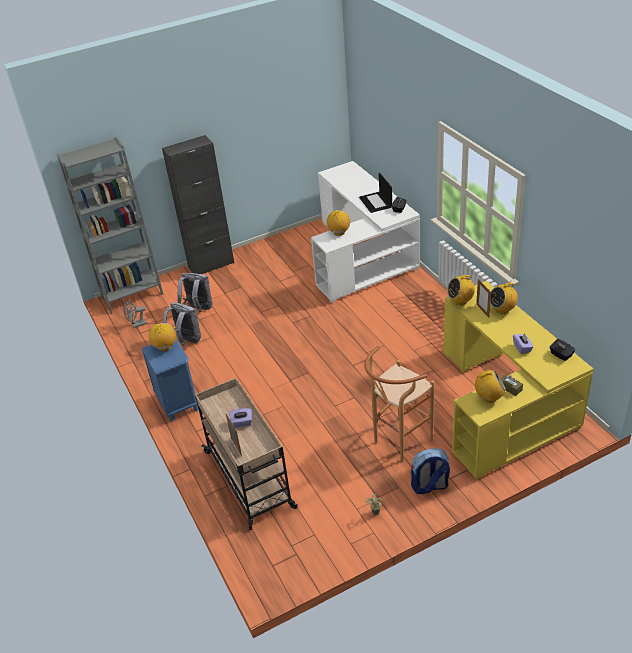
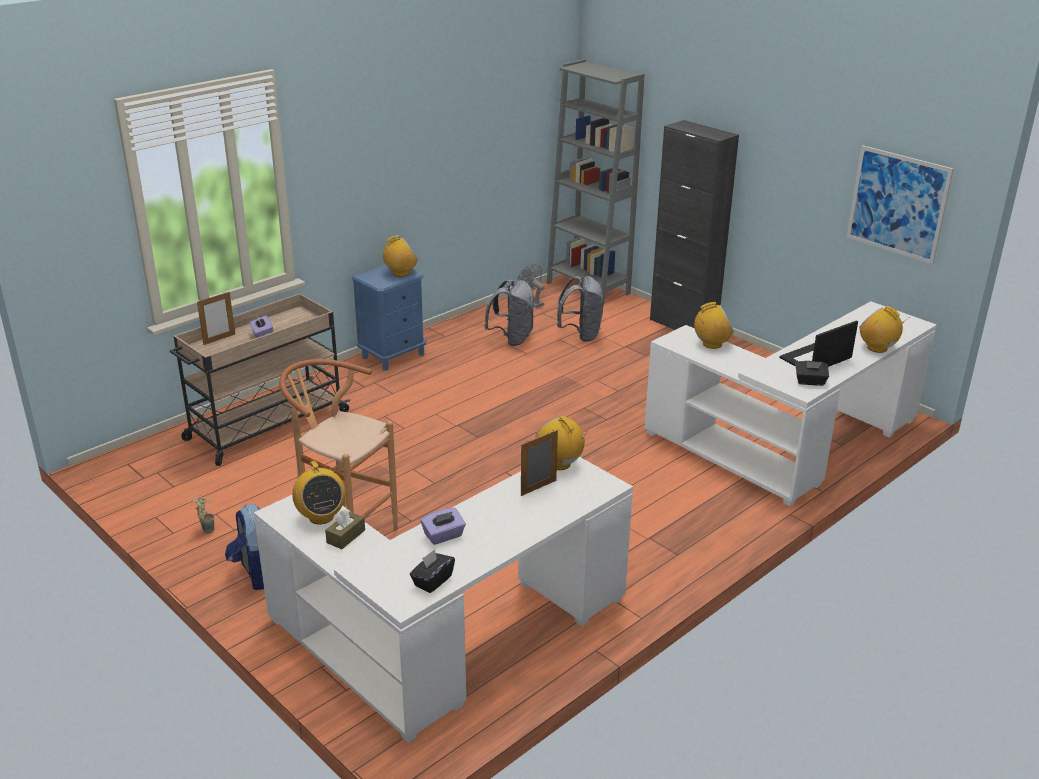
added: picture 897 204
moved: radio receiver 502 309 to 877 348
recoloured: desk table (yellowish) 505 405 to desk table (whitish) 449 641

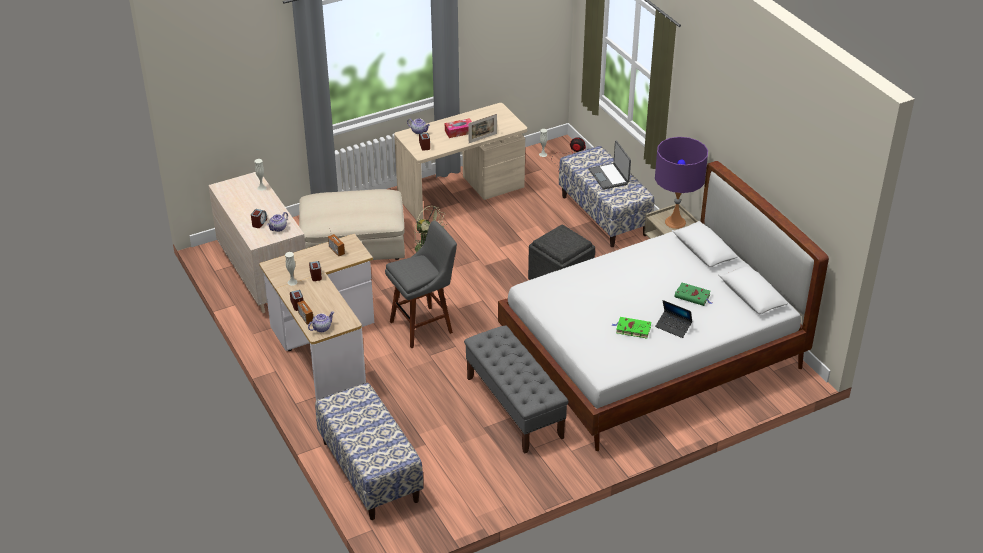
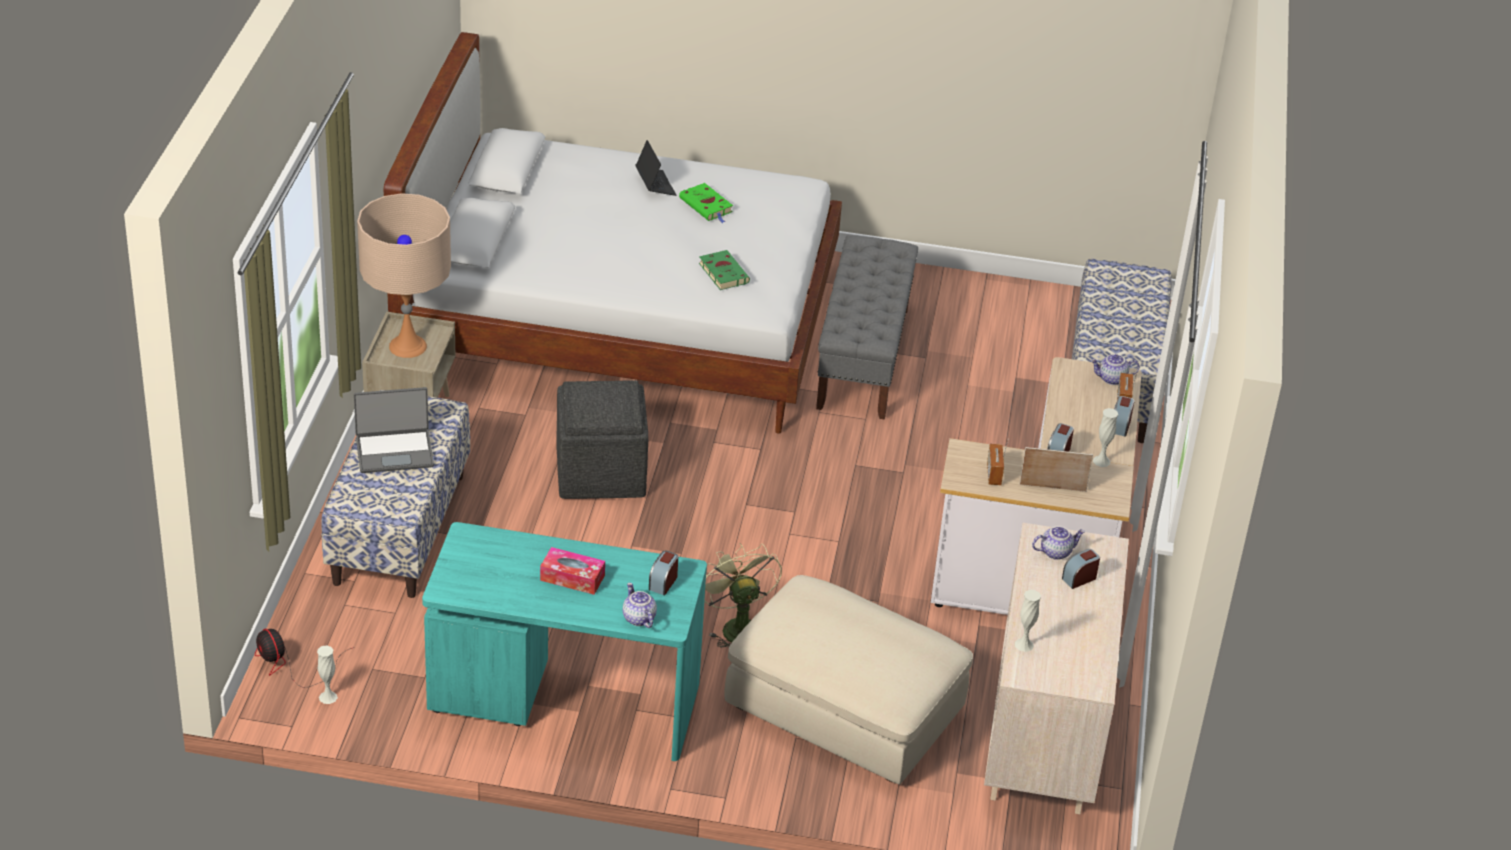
removed: sitting stool (greyish) 424 326
moved: standing frame 482 138 to 1052 487; book (green) 693 296 to 722 272
recoloured: desk table (beige) 461 193 to desk table (turquoise) 564 700; tabletop lamp (purplish) 675 222 to tabletop lamp (beige) 407 346
turned: notebook computer 609 177 = 394 451 60 degrees clockwise

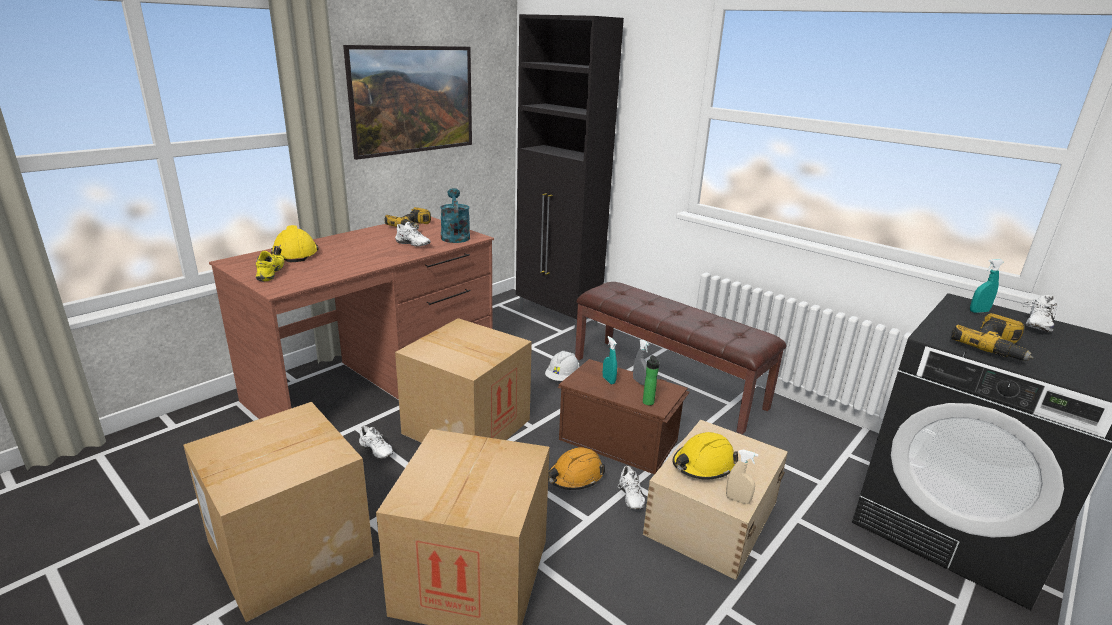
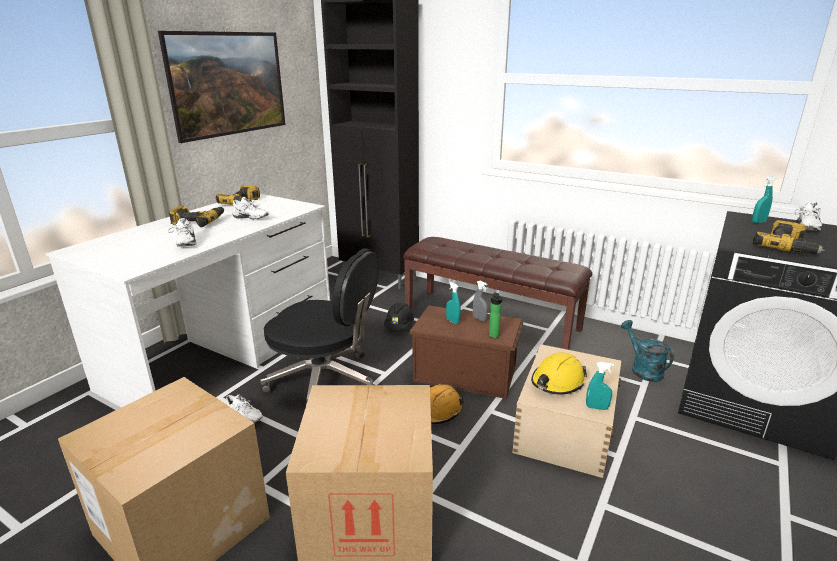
removed: shoe (yellowish) 273 273; hard hat (yellowish) 295 253
added: drill 198 222
moved: watering can (turquoise) 455 236 to 642 369; shoe (whitish) 629 497 to 184 243
replaced: carton 467 426 to desk chair (blackish) 325 382
recoloured: desk table (brown-coloured) 376 380 to desk table (whitish) 226 351; hard hat (whitish) 562 377 to hard hat (blackish) 399 326; hand sprayer (beige) 737 500 to hand sprayer (turquoise) 597 407

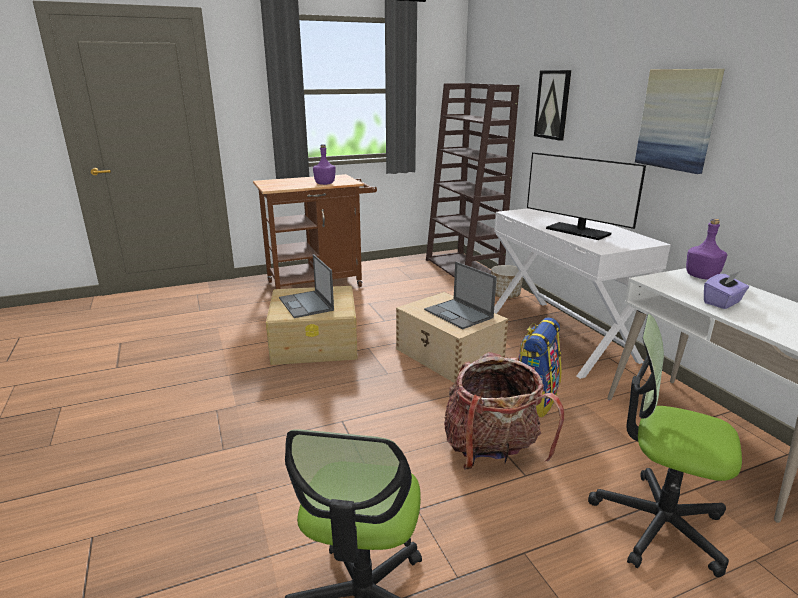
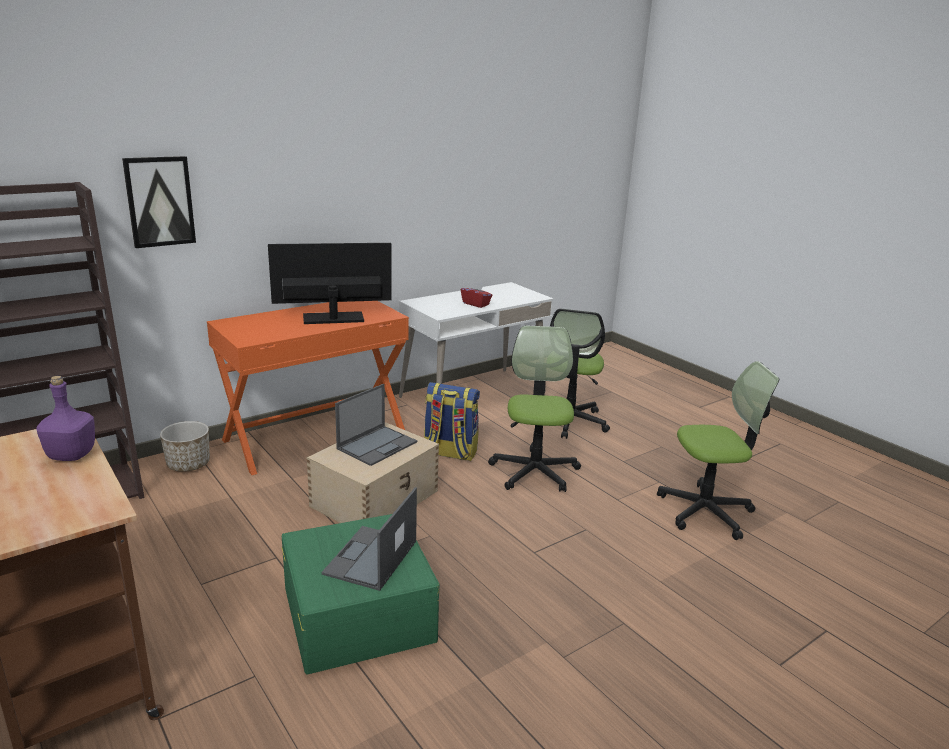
removed: picture 677 119; beverage bottle (purplish) 701 276
replaced: backpack 491 452 to desk chair 534 472
recoloured: storage container (beige) 315 342 to storage container (green) 358 612; desk table (whitish) 560 335 to desk table (orangey) 315 435; tissue box (purplish) 722 302 to tissue box (reddish) 476 304
turned: notebook computer 306 304 = 370 558 150 degrees clockwise; computer display 578 231 = 333 318 135 degrees counterclockwise

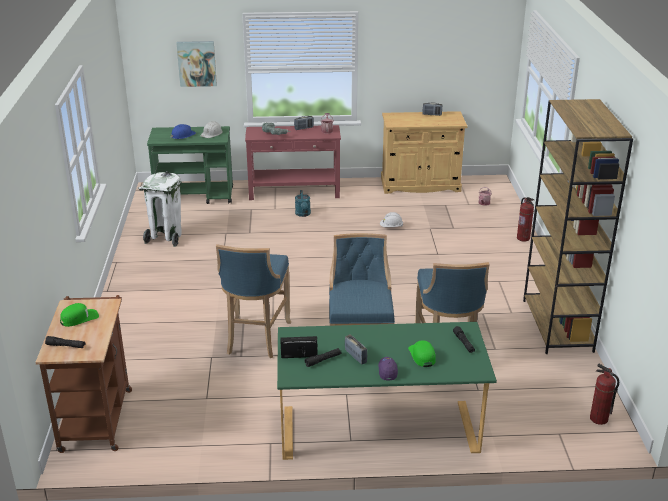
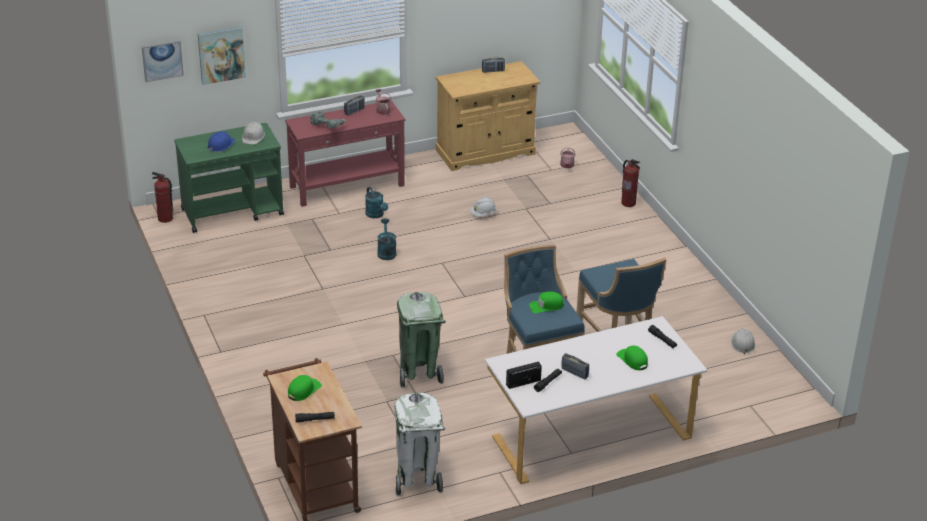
removed: baseball cap (purplish) 387 371; bookcase (brown-coloured) 558 326
added: picture 162 60; watering can (turquoise) 386 252; baseball cap (green) 546 306; hard hat (whitish) 742 343
moved: rubbish bin (whitish) 165 237 to 417 479; fire extinguisher 598 419 to 165 219
replaced: sitting stool (bluish) 255 339 to rubbish bin (green) 419 373
recoloured: desk table (green) 379 426 to desk table (whitish) 589 434

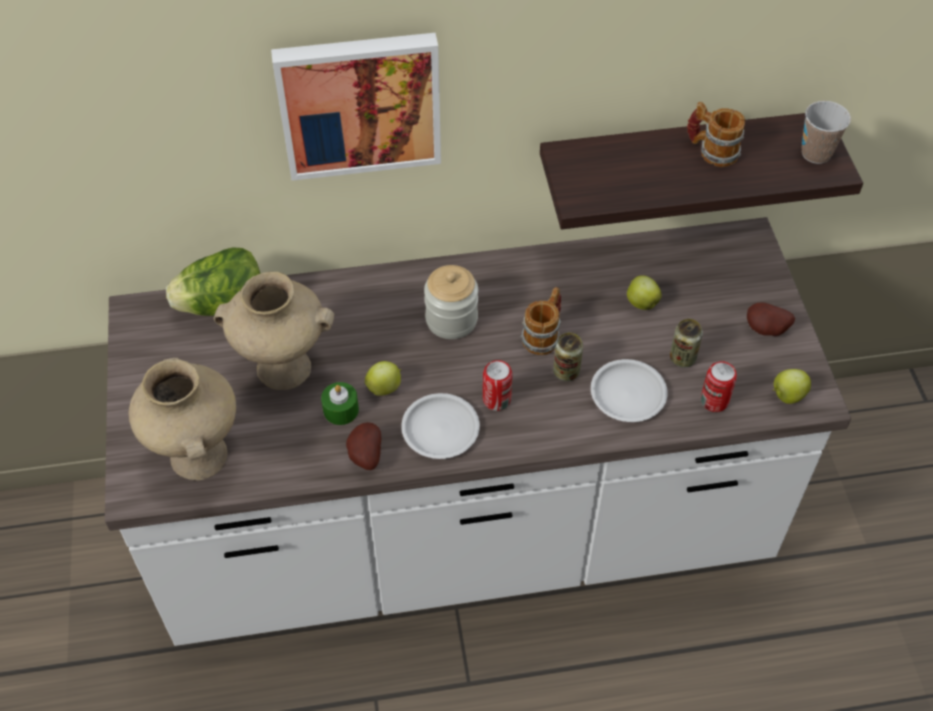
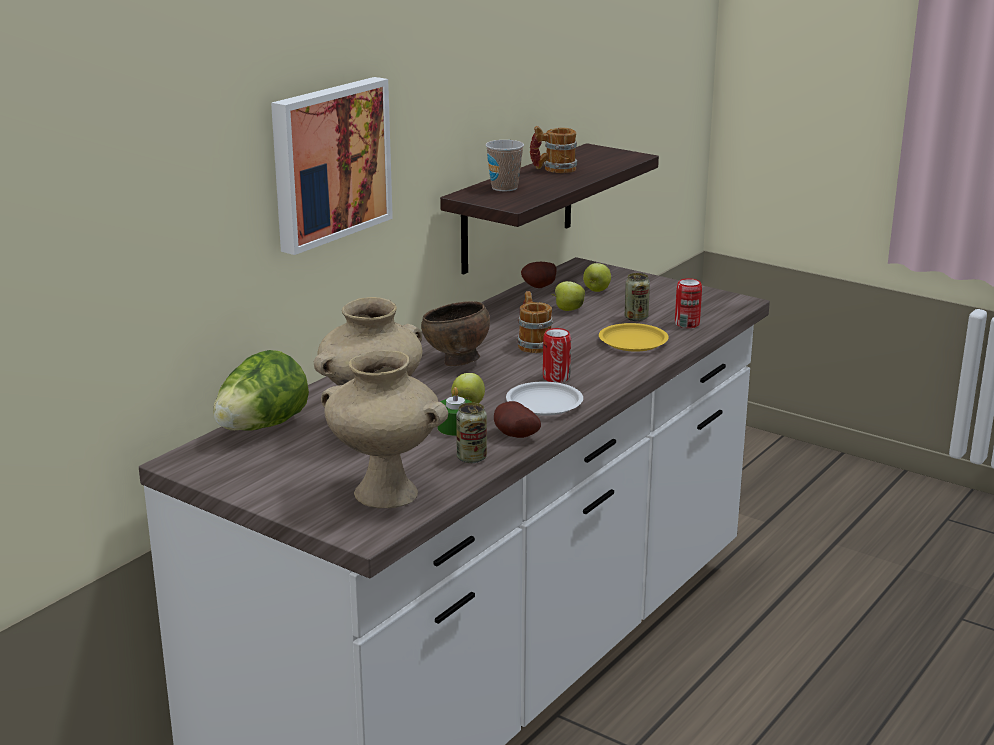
moved: can 566 371 to 471 458; spud 766 331 to 540 287; whole apple 787 395 to 596 290; small cup 816 153 to 504 188
replaced: preserve jar 451 319 to serving bowl (brown-coloured) 456 363
recoloured: dinner plate (whitish) 627 394 to dinner plate (yellowish) 632 342

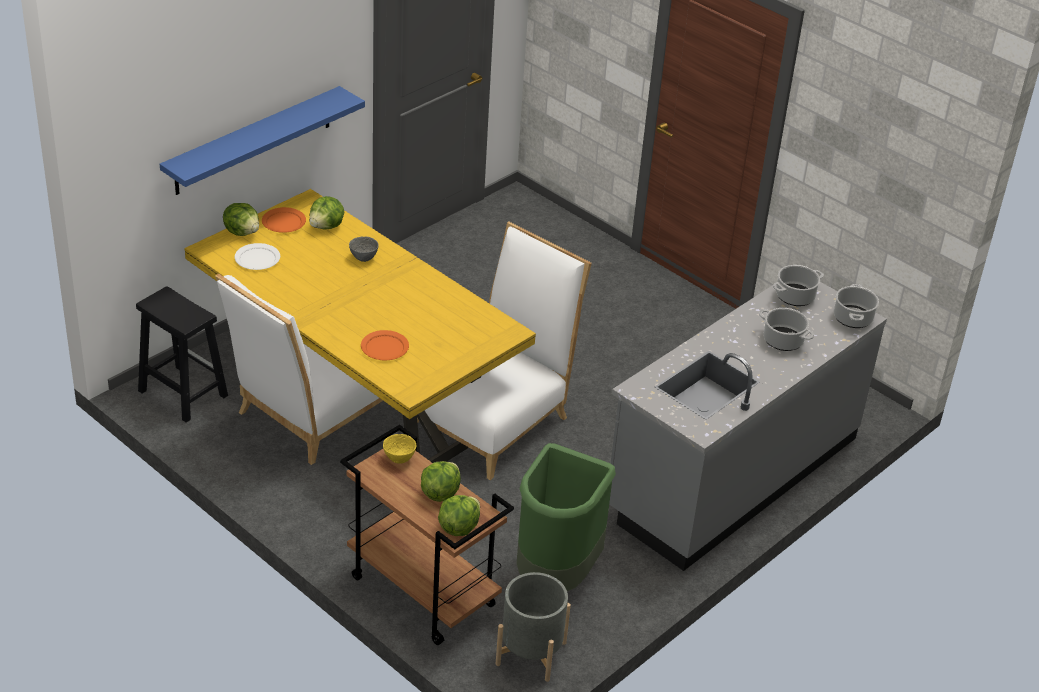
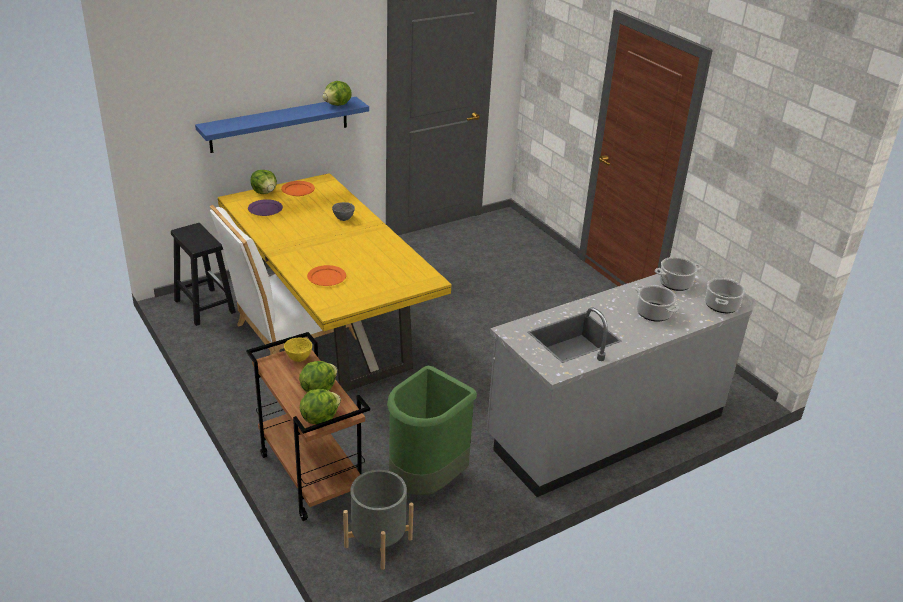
removed: plain chair (whitish) 495 419
moved: lettuce 326 226 to 338 105
recoloured: dinner plate (whitish) 257 259 to dinner plate (purplish) 265 209

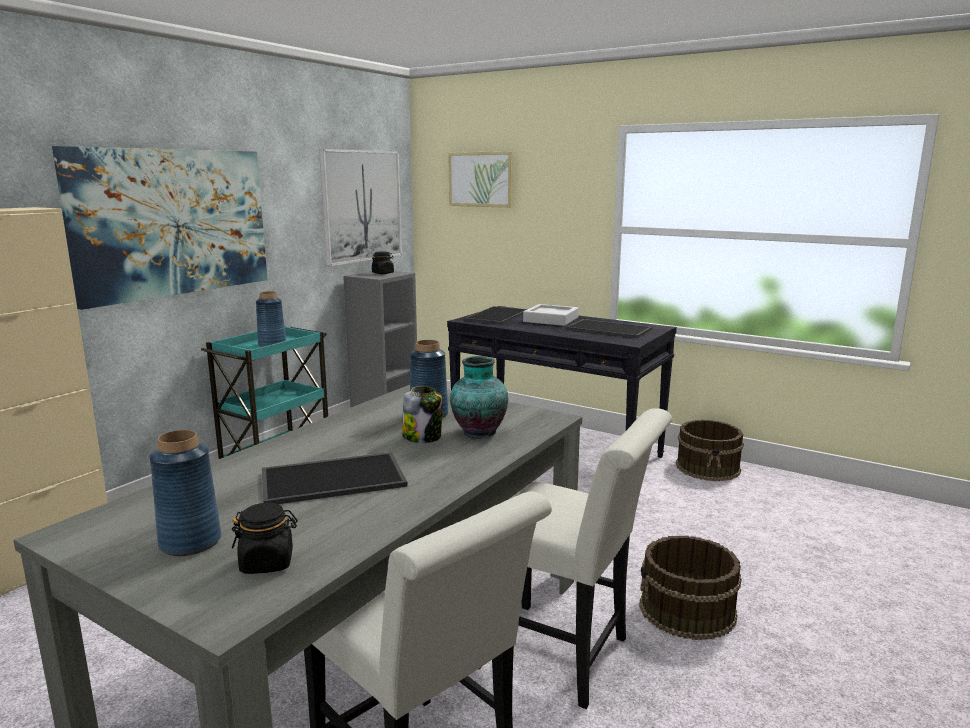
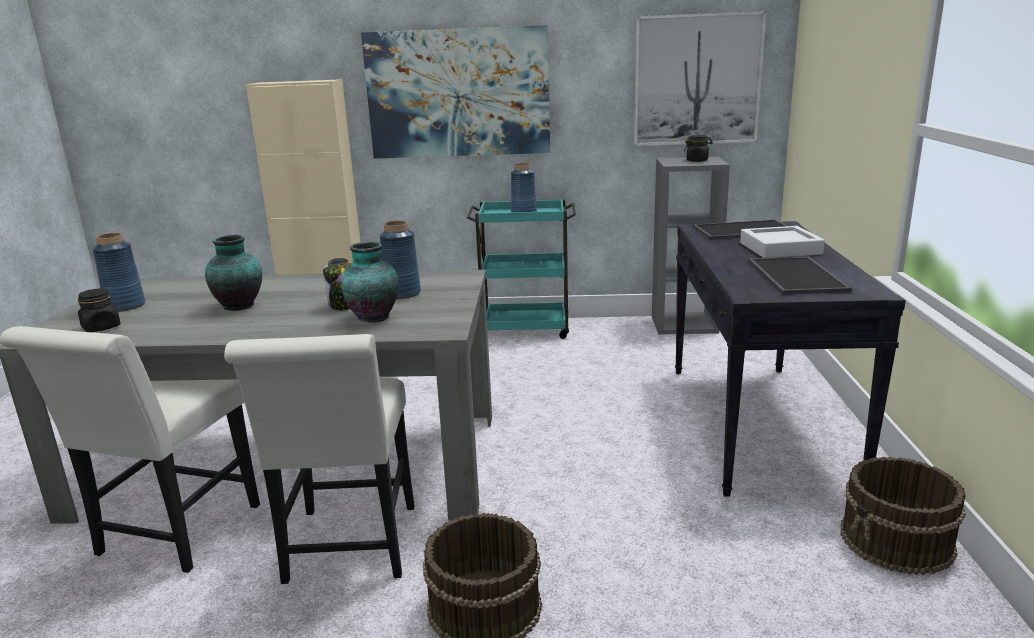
removed: picture 481 179
replaced: serving tray 334 478 to flower vase 240 306

